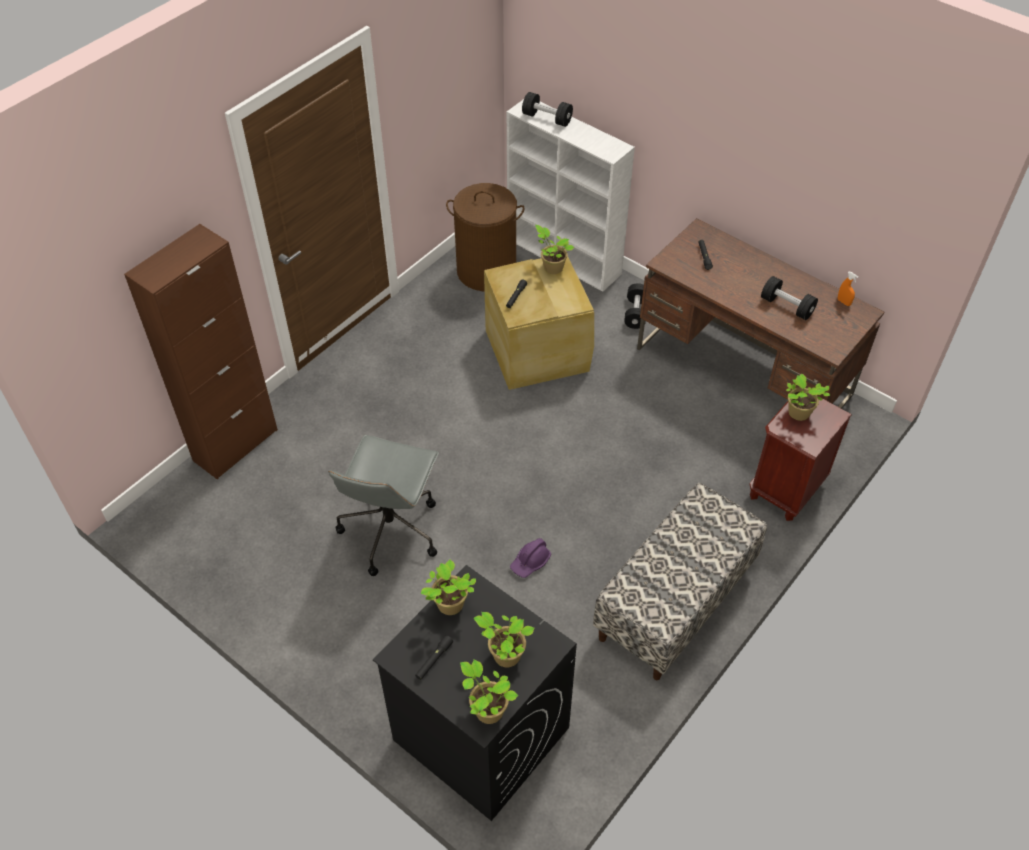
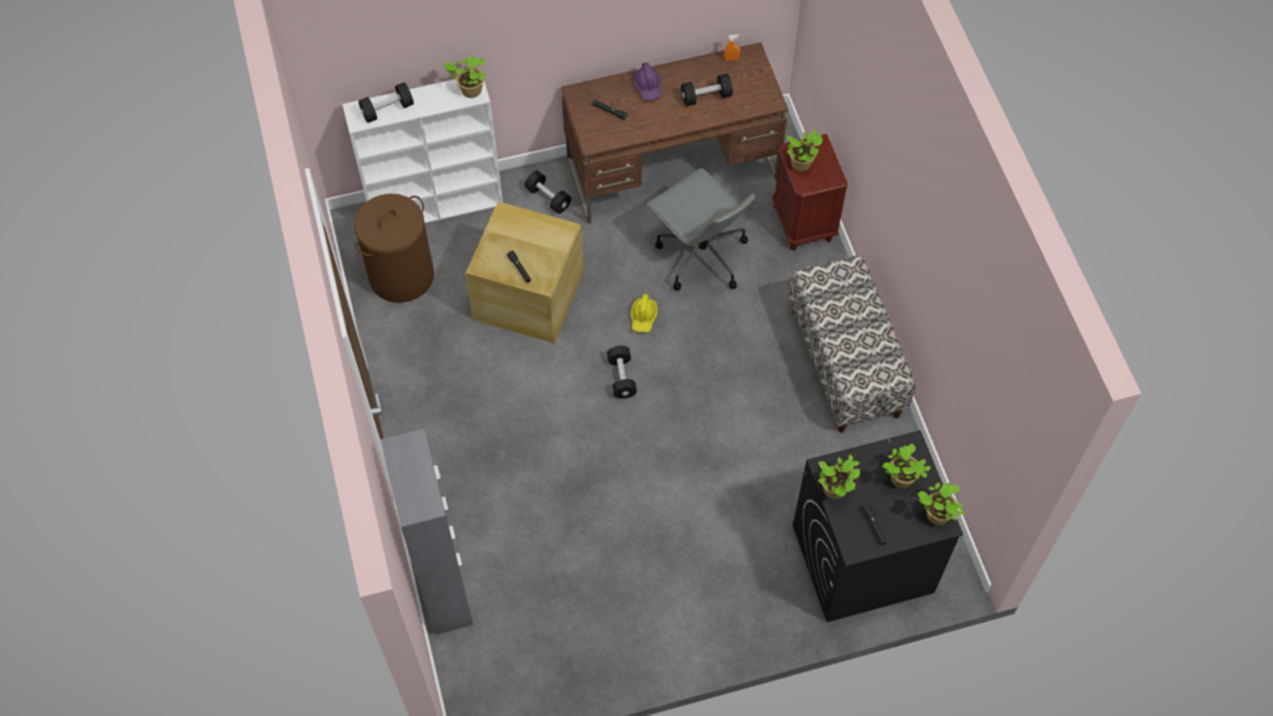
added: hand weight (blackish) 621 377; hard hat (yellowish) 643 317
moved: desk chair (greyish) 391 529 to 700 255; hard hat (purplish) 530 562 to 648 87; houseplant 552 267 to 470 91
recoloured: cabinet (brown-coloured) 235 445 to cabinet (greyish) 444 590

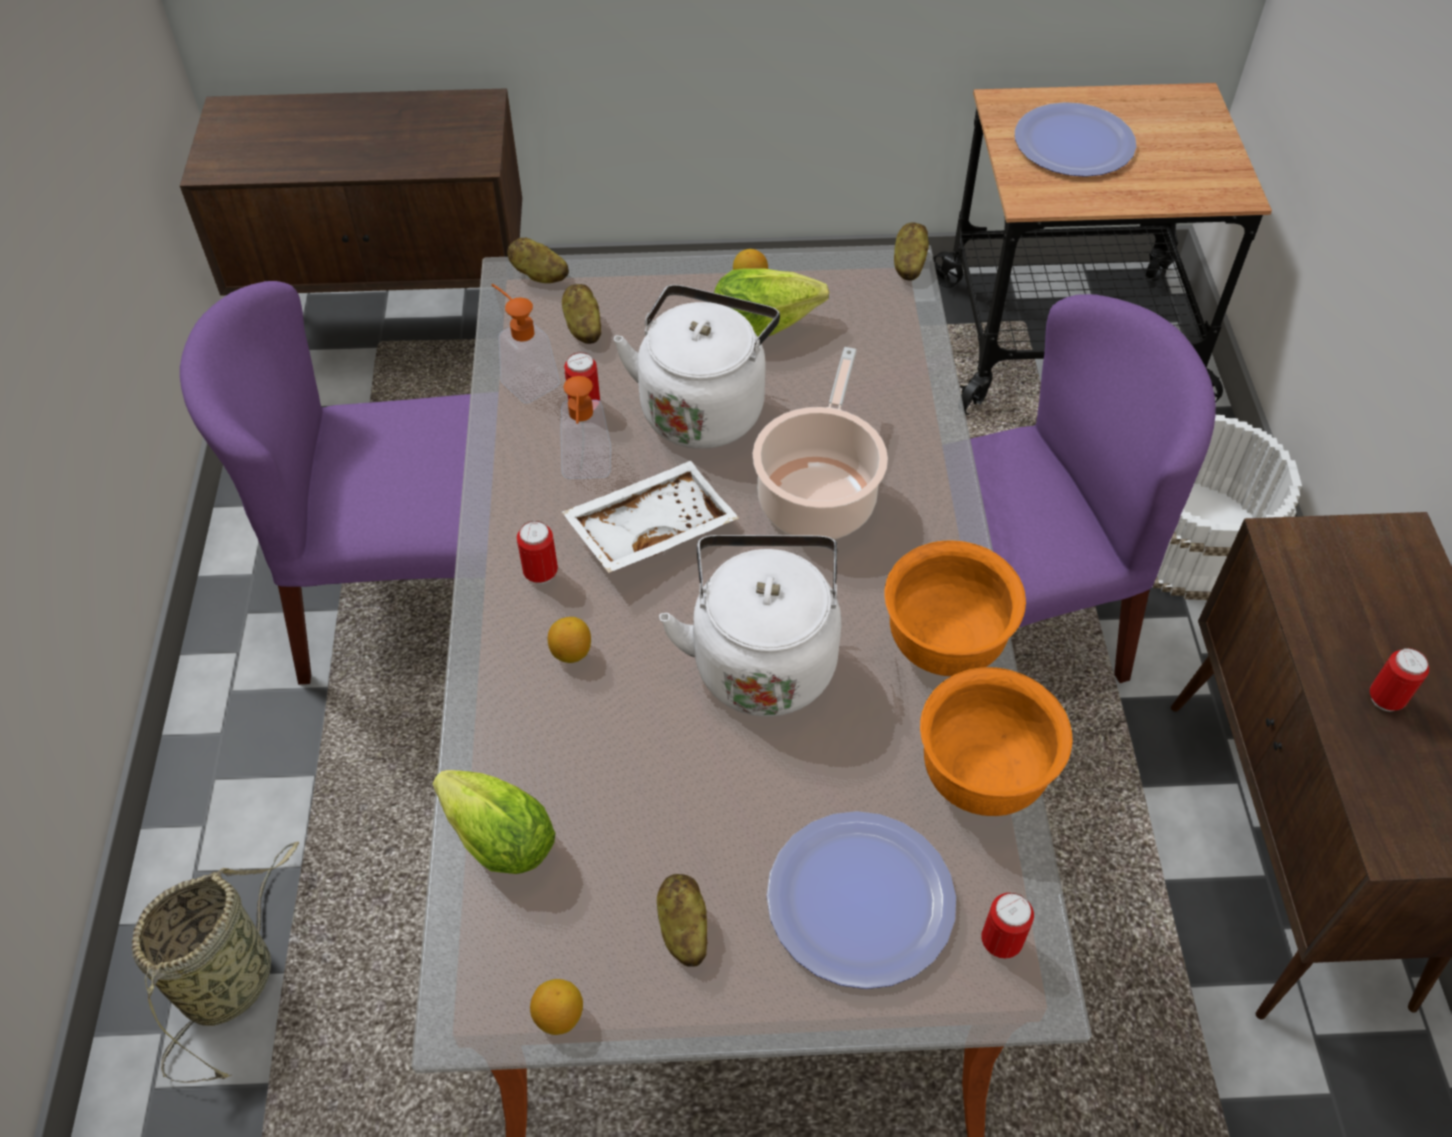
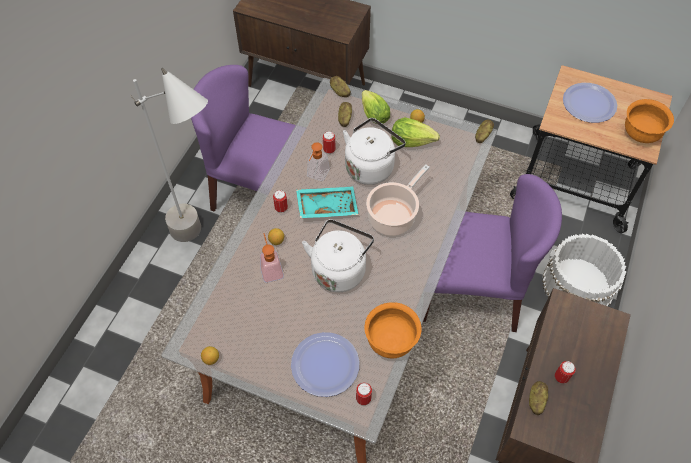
removed: basket 232 977
added: floor lamp (greyish) 205 242
moved: lettuce 493 835 to 373 114; soap dispenser 524 379 to 271 269; spud 682 930 to 536 400; serving bowl (orangey) 944 645 to 640 134
recoloured: serving tray (whitish) 650 527 to serving tray (turquoise) 327 206

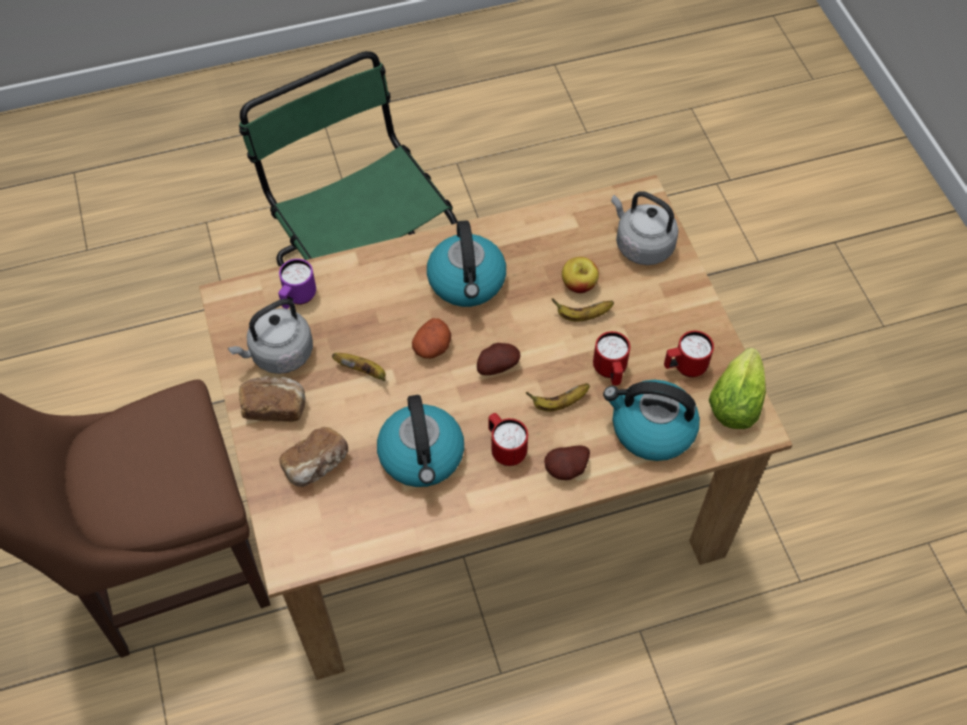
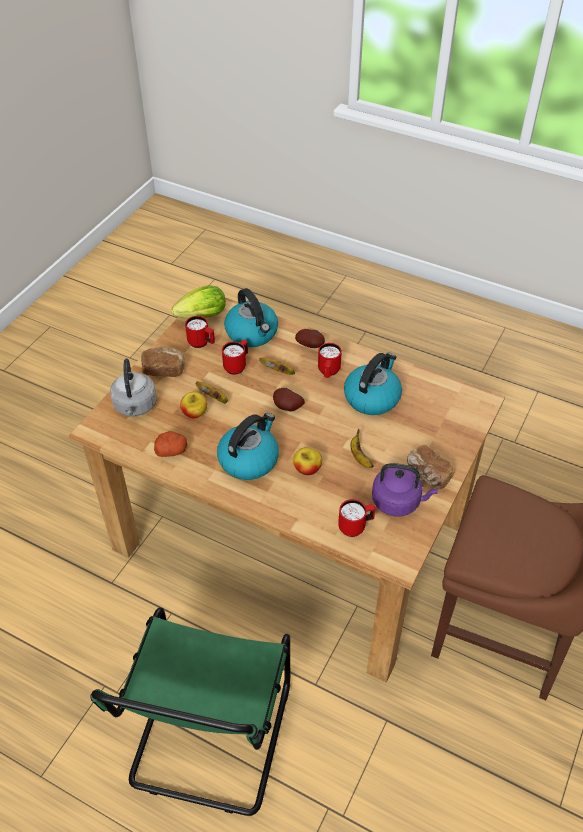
added: whole apple 307 469
moved: baked bread 317 466 to 163 369; spud 432 347 to 172 450
recoloured: tea kettle (greyish) 279 354 to tea kettle (purplish) 398 502; tea mug (purplish) 297 298 to tea mug (reddish) 355 527

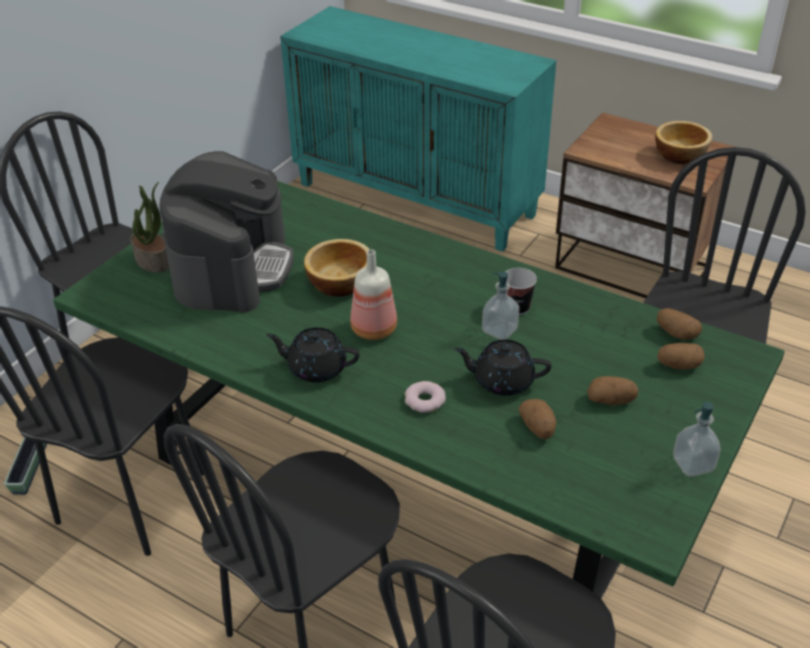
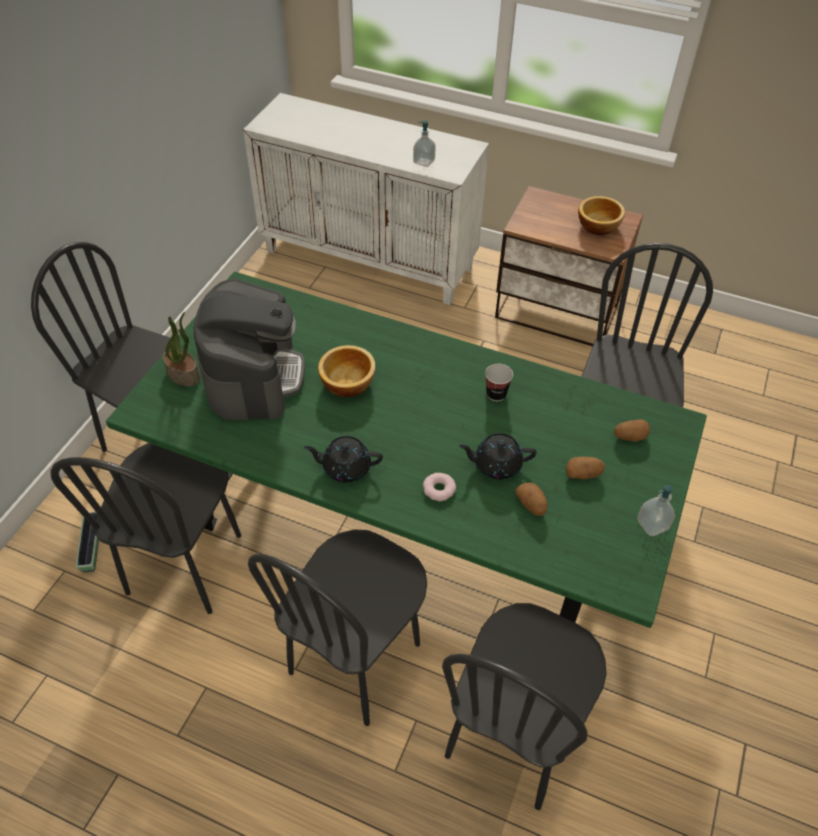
removed: beverage bottle 372 329; spud 676 333
moved: soap dispenser 499 330 to 424 162
recoloured: cabinet (turquoise) 417 199 to cabinet (whitish) 370 259

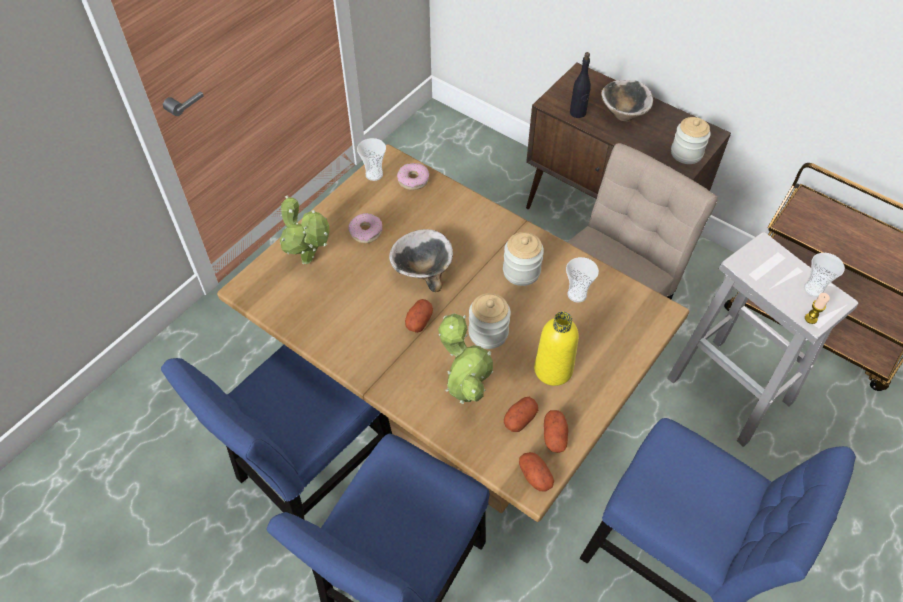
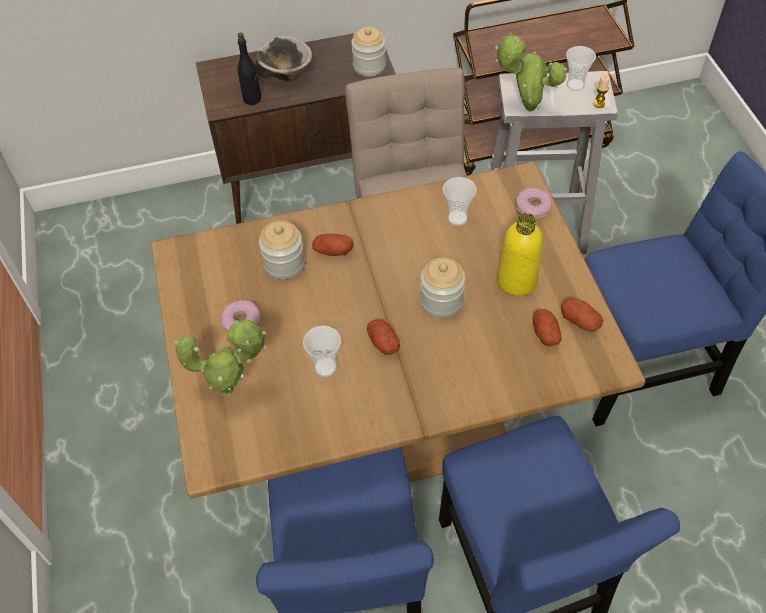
removed: serving bowl 422 270
moved: small cup 374 174 to 325 367; doughnut 413 180 to 532 208; houseplant 464 393 to 525 107; preserve jar 521 271 to 284 264; spud 535 476 to 333 251

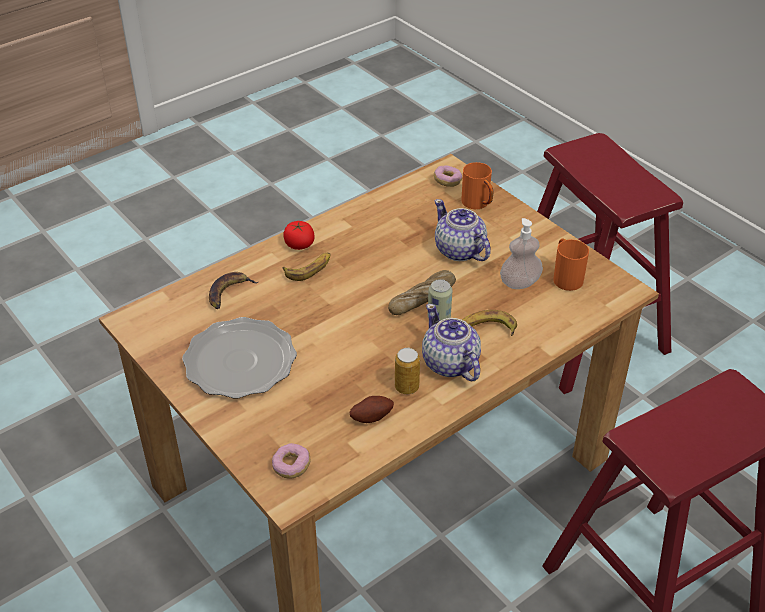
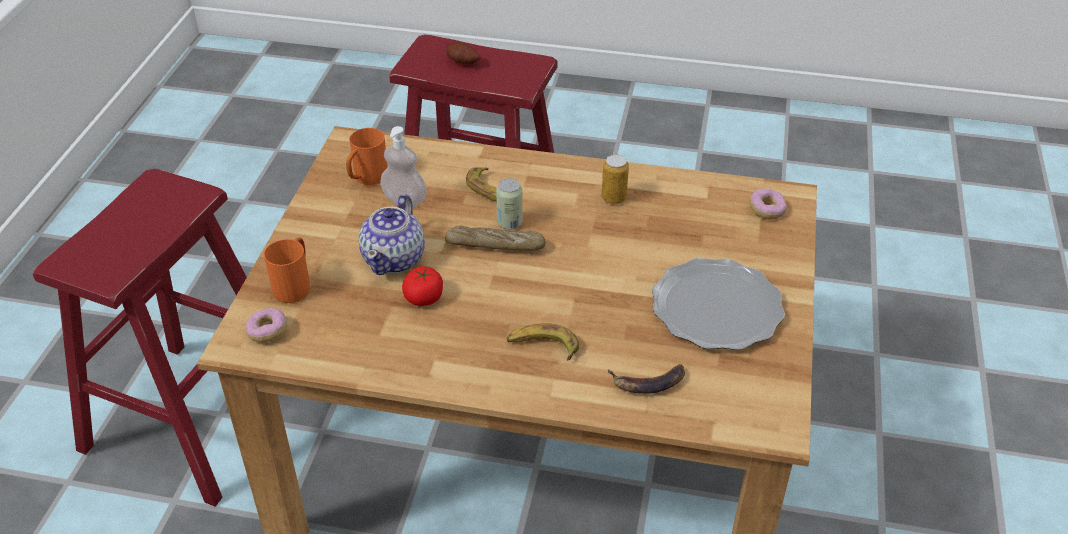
removed: pot for tea 450 364
moved: fresh tomato 299 244 to 424 297; spud 371 416 to 462 63

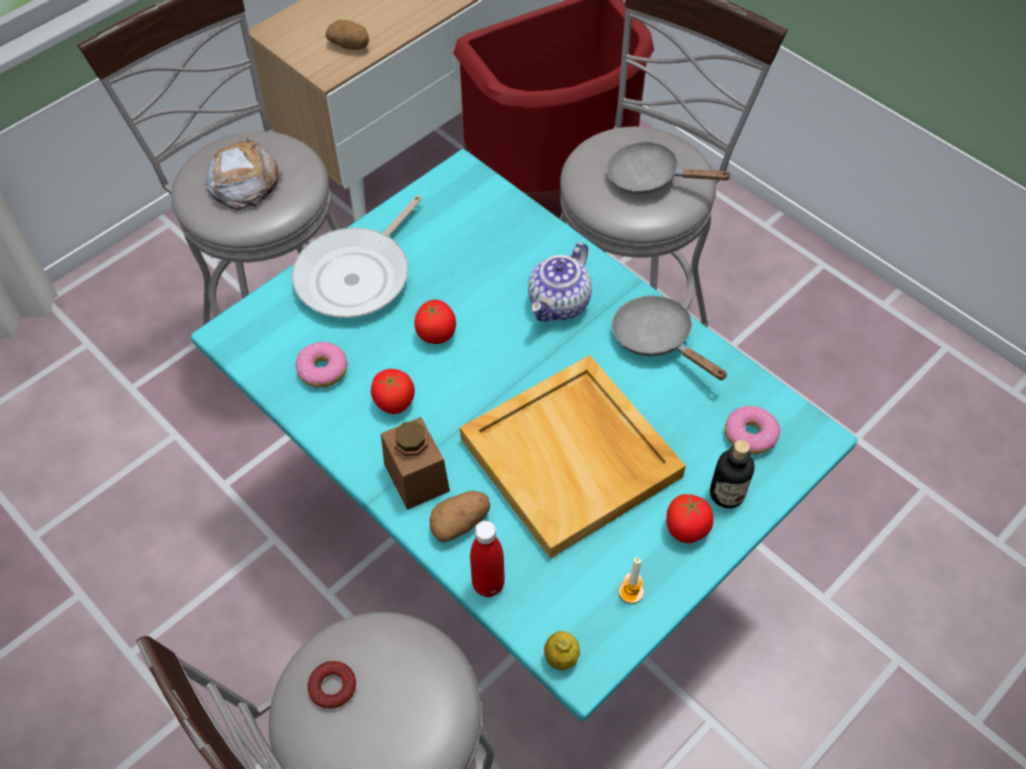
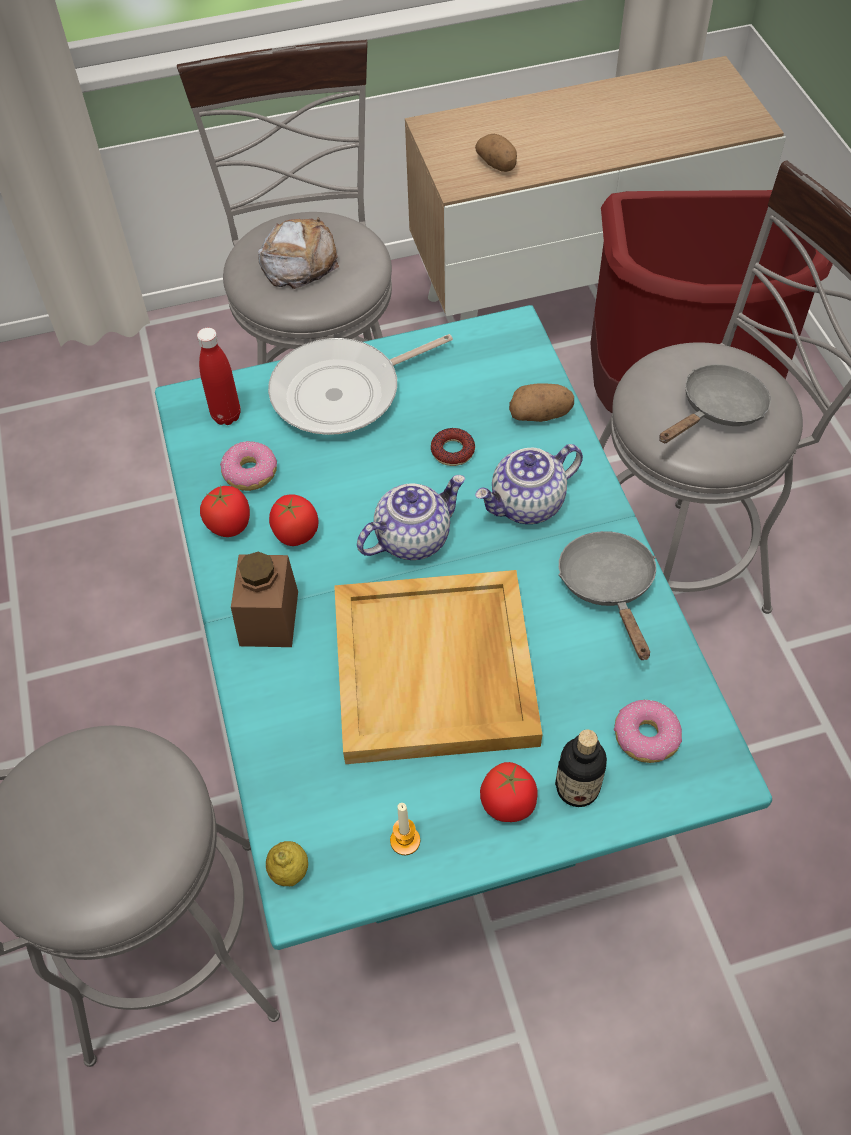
added: pot for tea 412 537
moved: doughnut 333 687 to 453 451; fresh tomato 436 334 to 229 525; spud 460 523 to 540 414; beverage bottle (reddish) 488 584 to 226 416
turned: pan (greyish) 650 178 = 717 411 90 degrees clockwise

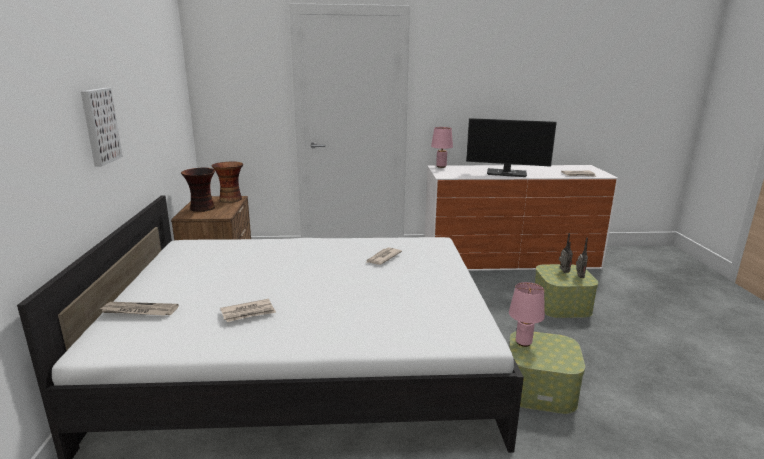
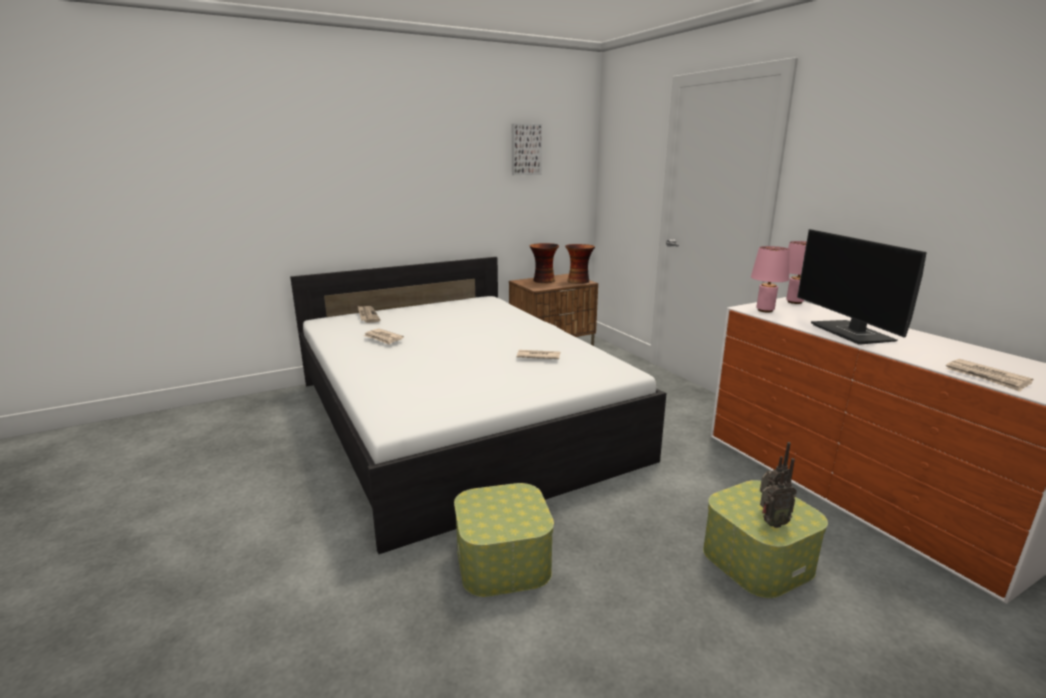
moved: picture 99 126 to 525 149; tabletop lamp (pinkish) 523 343 to 764 310

